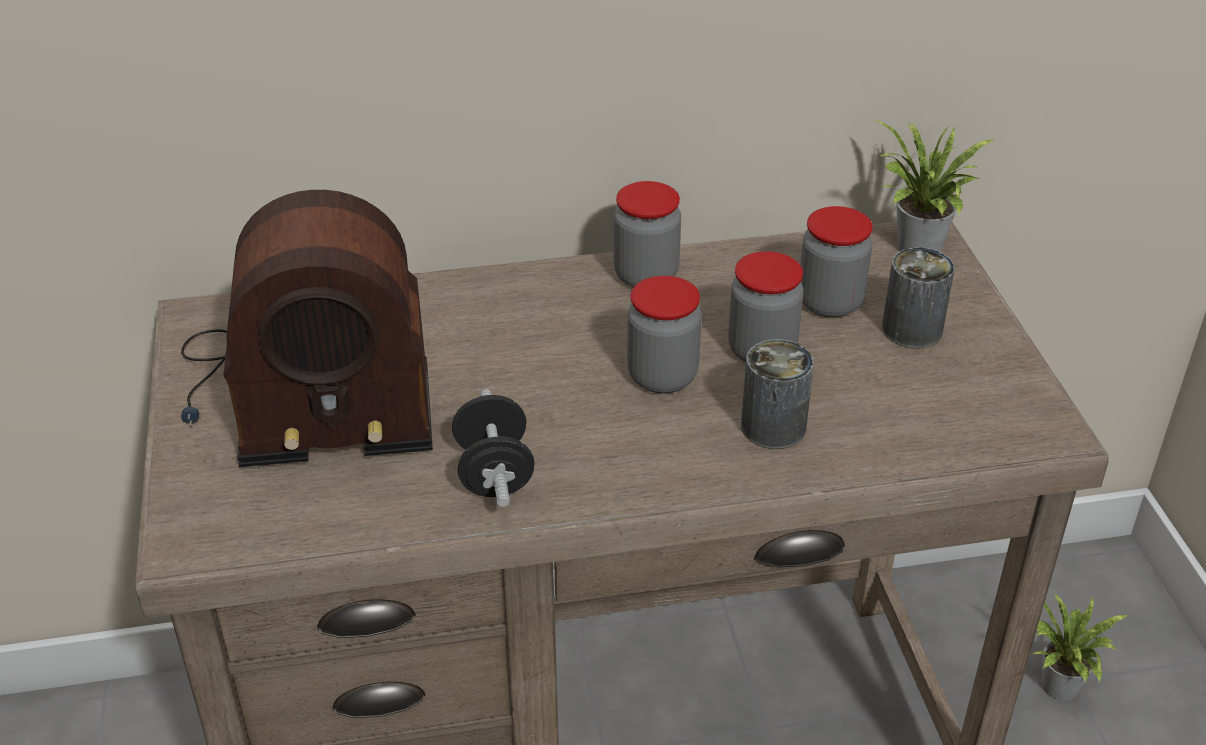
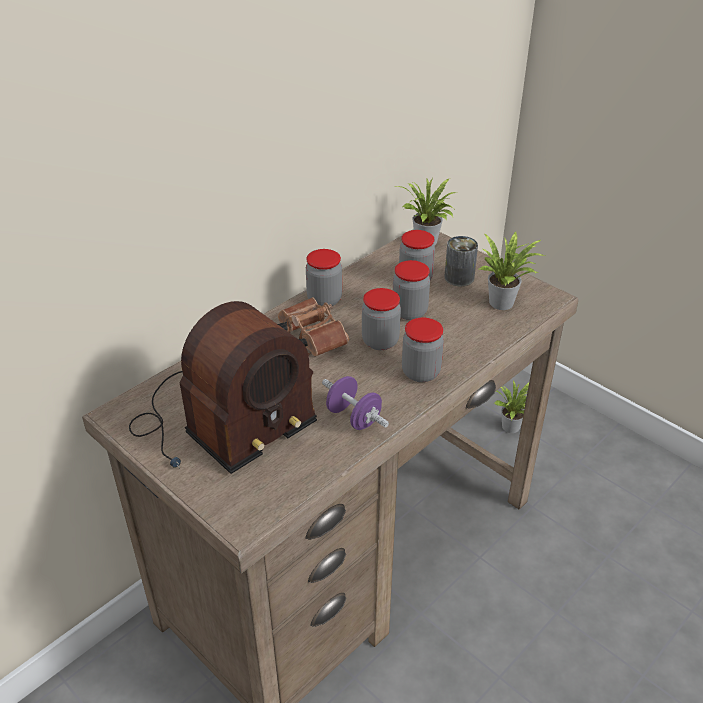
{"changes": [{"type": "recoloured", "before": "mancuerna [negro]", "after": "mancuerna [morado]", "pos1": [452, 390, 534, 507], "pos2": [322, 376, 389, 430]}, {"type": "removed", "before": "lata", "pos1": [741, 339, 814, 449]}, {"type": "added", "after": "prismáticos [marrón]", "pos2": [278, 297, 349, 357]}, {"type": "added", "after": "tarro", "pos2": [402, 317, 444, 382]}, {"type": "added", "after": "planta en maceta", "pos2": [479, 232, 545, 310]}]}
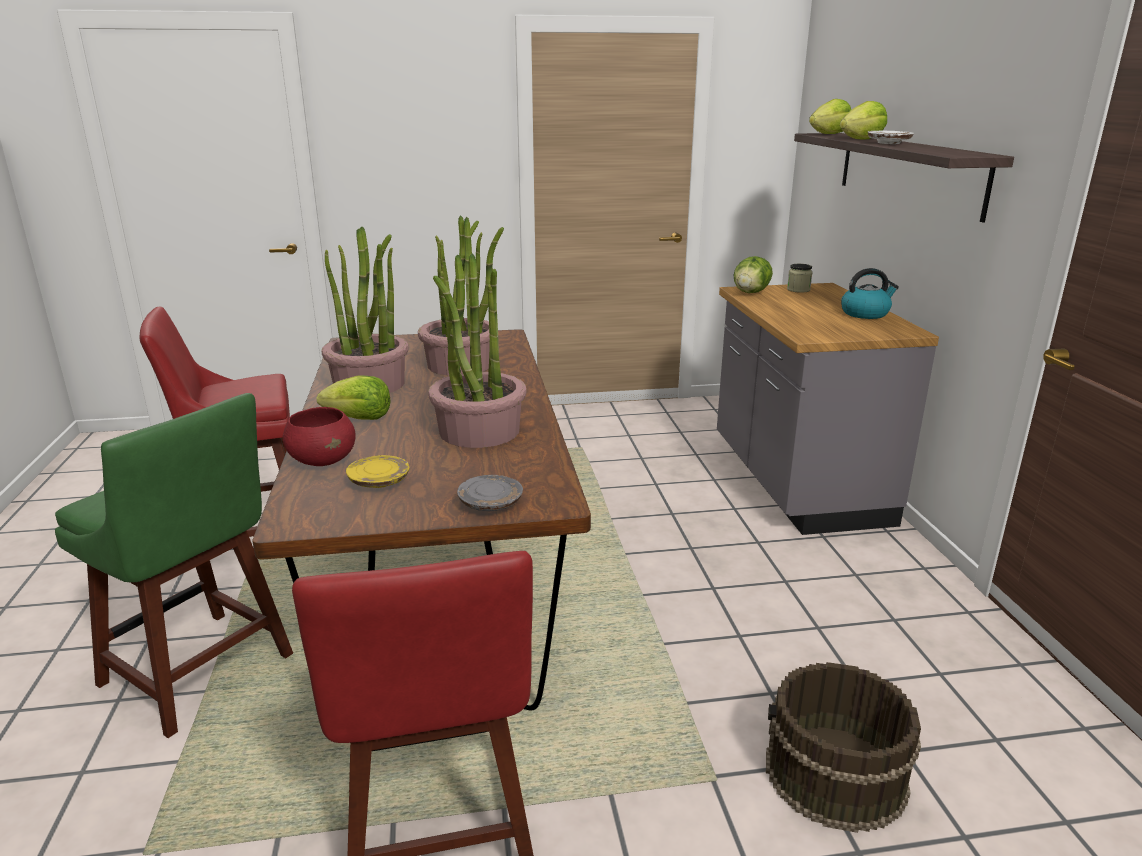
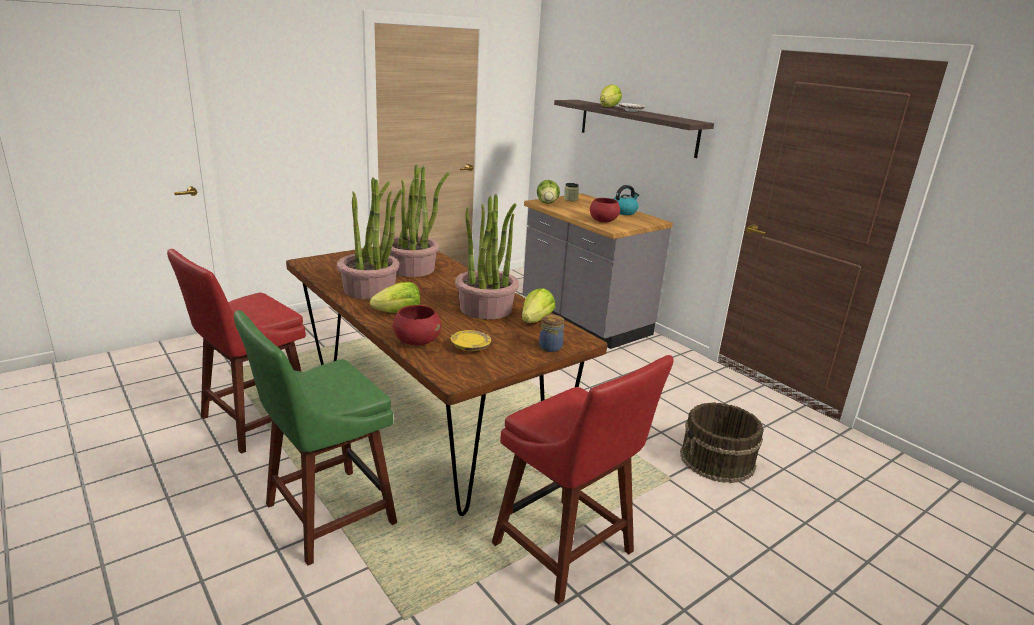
{"changes": [{"type": "turned", "before": "silla [verde]", "pos1": [55, 393, 293, 738], "pos2": [234, 310, 397, 565], "turn": 135}, {"type": "replaced", "before": "plato [gris]", "after": "tarro", "pos1": [457, 475, 523, 511], "pos2": [539, 314, 564, 352]}, {"type": "moved", "before": "lechuga", "pos1": [809, 99, 851, 134], "pos2": [522, 288, 555, 323]}, {"type": "added", "after": "cuenco [rojo]", "pos2": [590, 198, 620, 223]}]}
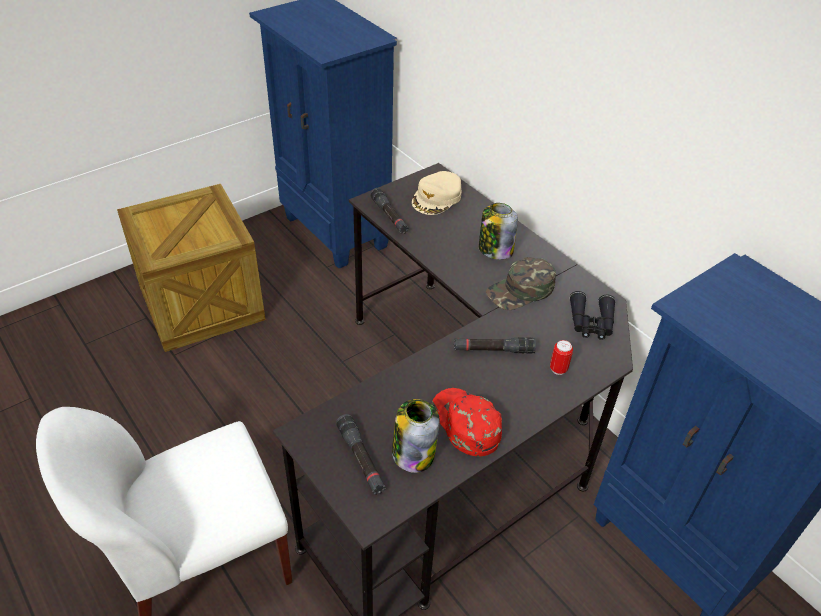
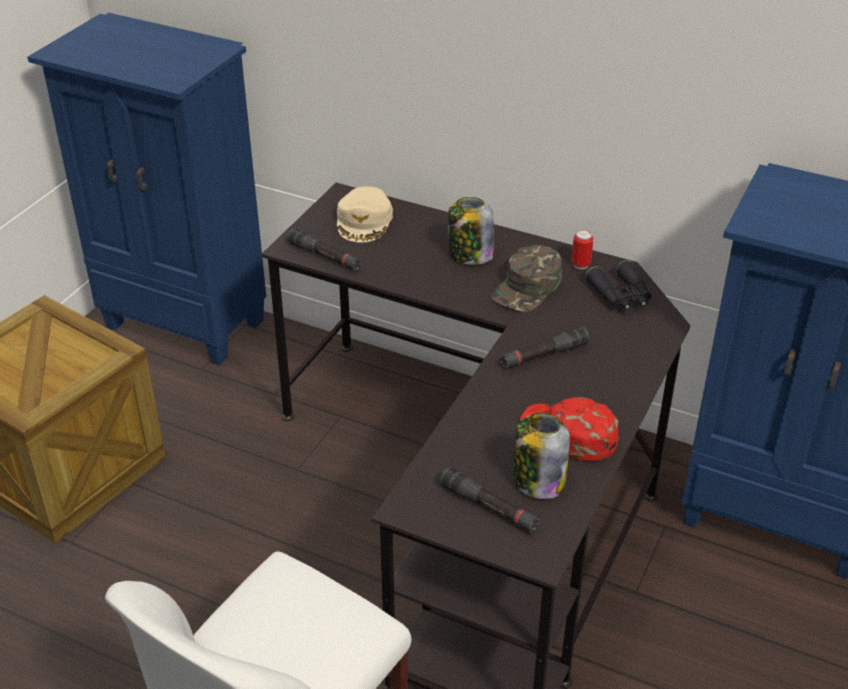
{"changes": [{"type": "moved", "before": "lata", "pos1": [550, 340, 573, 375], "pos2": [571, 230, 593, 269]}]}
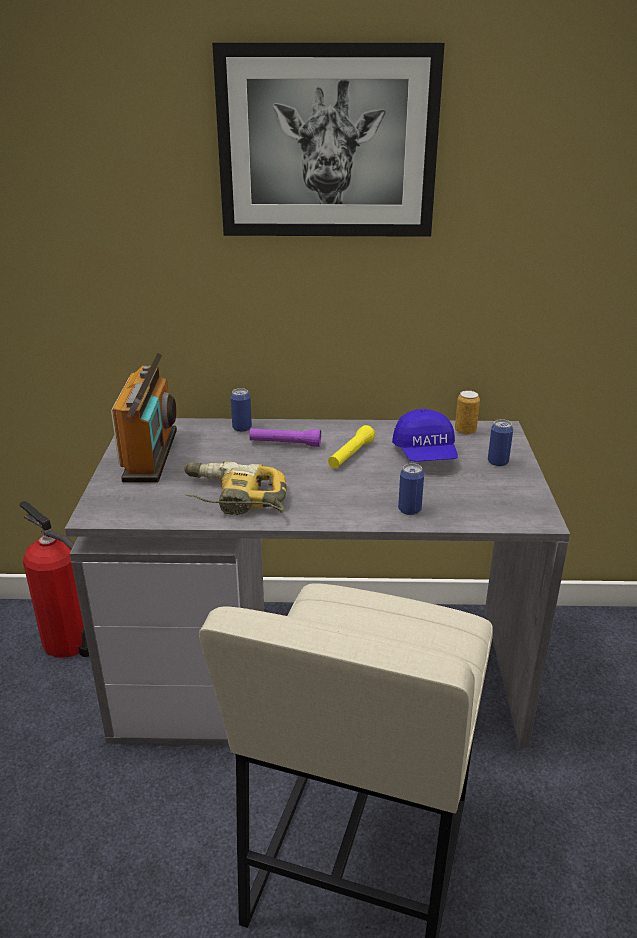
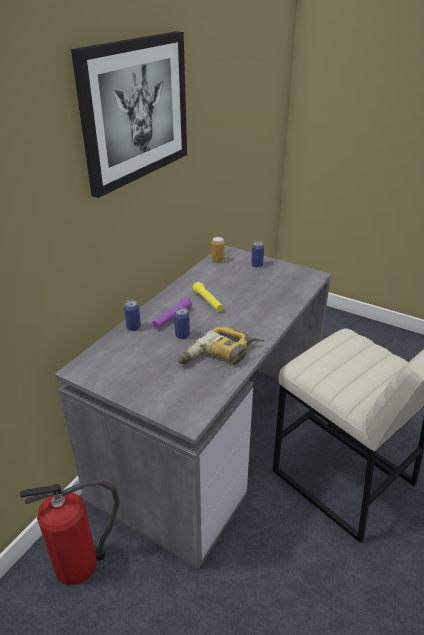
{"changes": [{"type": "removed", "before": "radio", "pos1": [111, 353, 177, 482]}, {"type": "removed", "before": "gorra [azul]", "pos1": [392, 409, 458, 462]}, {"type": "moved", "before": "lata", "pos1": [398, 463, 424, 515], "pos2": [174, 307, 190, 339]}]}
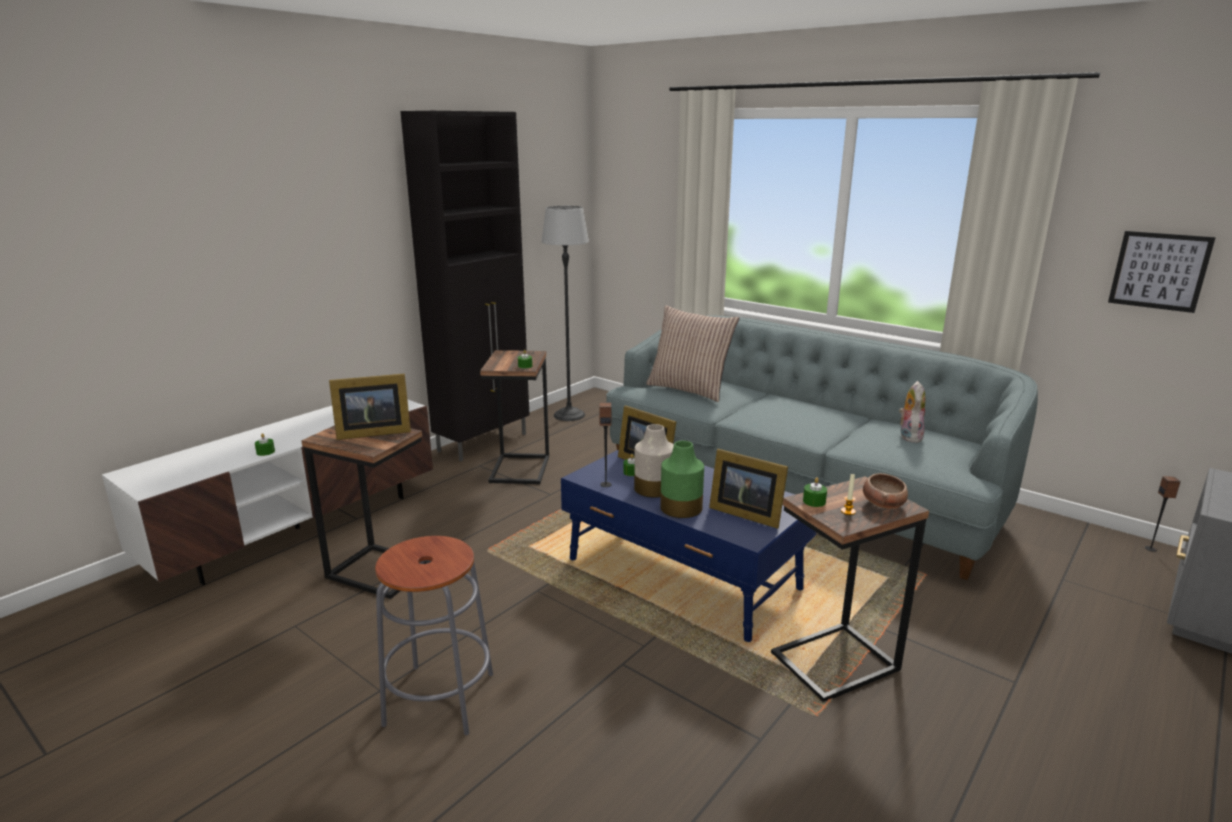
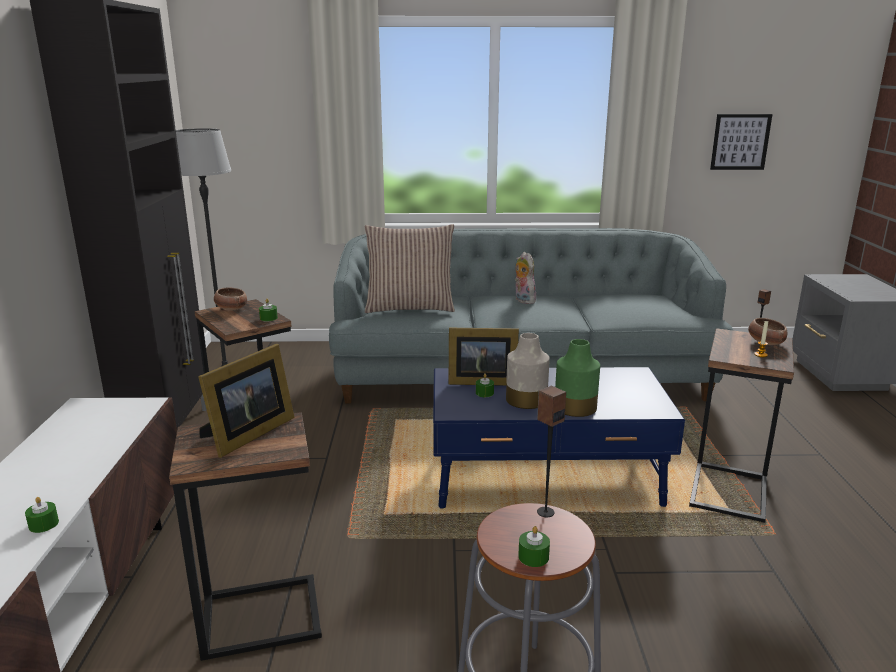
{"changes": [{"type": "moved", "before": "altavoz", "pos1": [599, 403, 612, 487], "pos2": [537, 386, 566, 517]}, {"type": "removed", "before": "portarretratos", "pos1": [709, 449, 788, 529]}, {"type": "moved", "before": "vela [verde]", "pos1": [803, 477, 827, 507], "pos2": [518, 526, 550, 567]}, {"type": "moved", "before": "peluche", "pos1": [899, 381, 925, 443], "pos2": [515, 252, 536, 304]}, {"type": "added", "after": "cuenco", "pos2": [214, 287, 247, 311]}]}
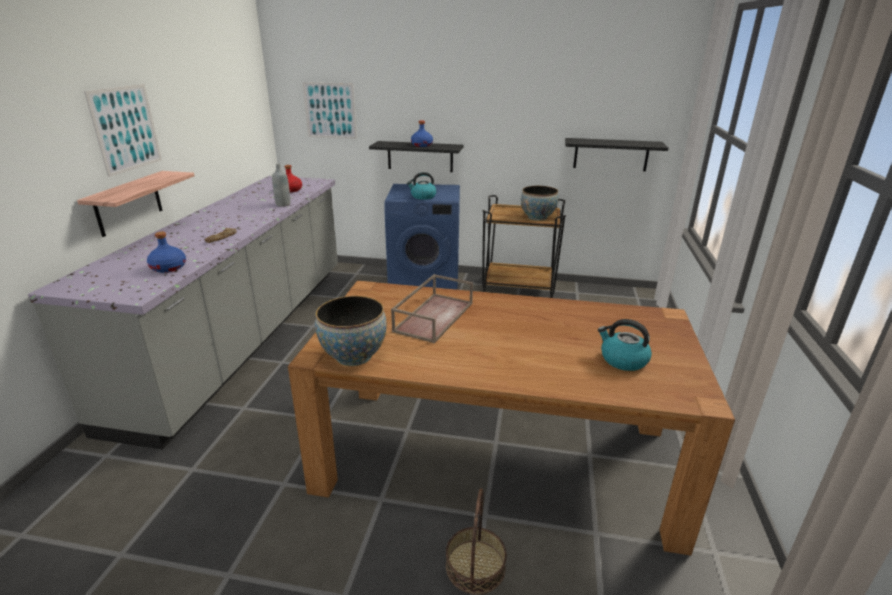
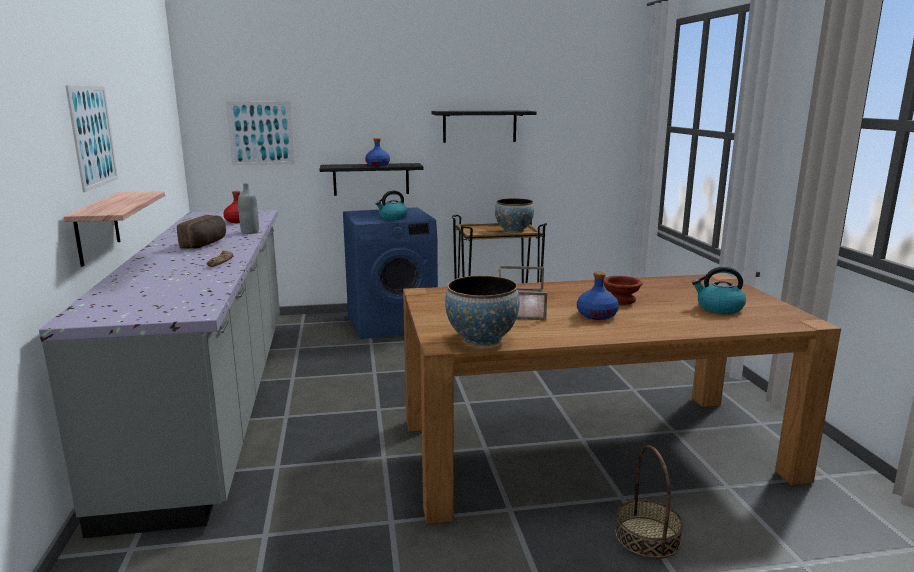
{"changes": [{"type": "moved", "before": "botella [azul]", "pos1": [147, 232, 186, 273], "pos2": [577, 272, 619, 320]}, {"type": "moved", "before": "estante [negro]", "pos1": [565, 138, 668, 171], "pos2": [431, 111, 537, 143]}, {"type": "added", "after": "pan", "pos2": [177, 215, 226, 249]}, {"type": "added", "after": "cuenco [marrón]", "pos2": [604, 276, 642, 304]}]}
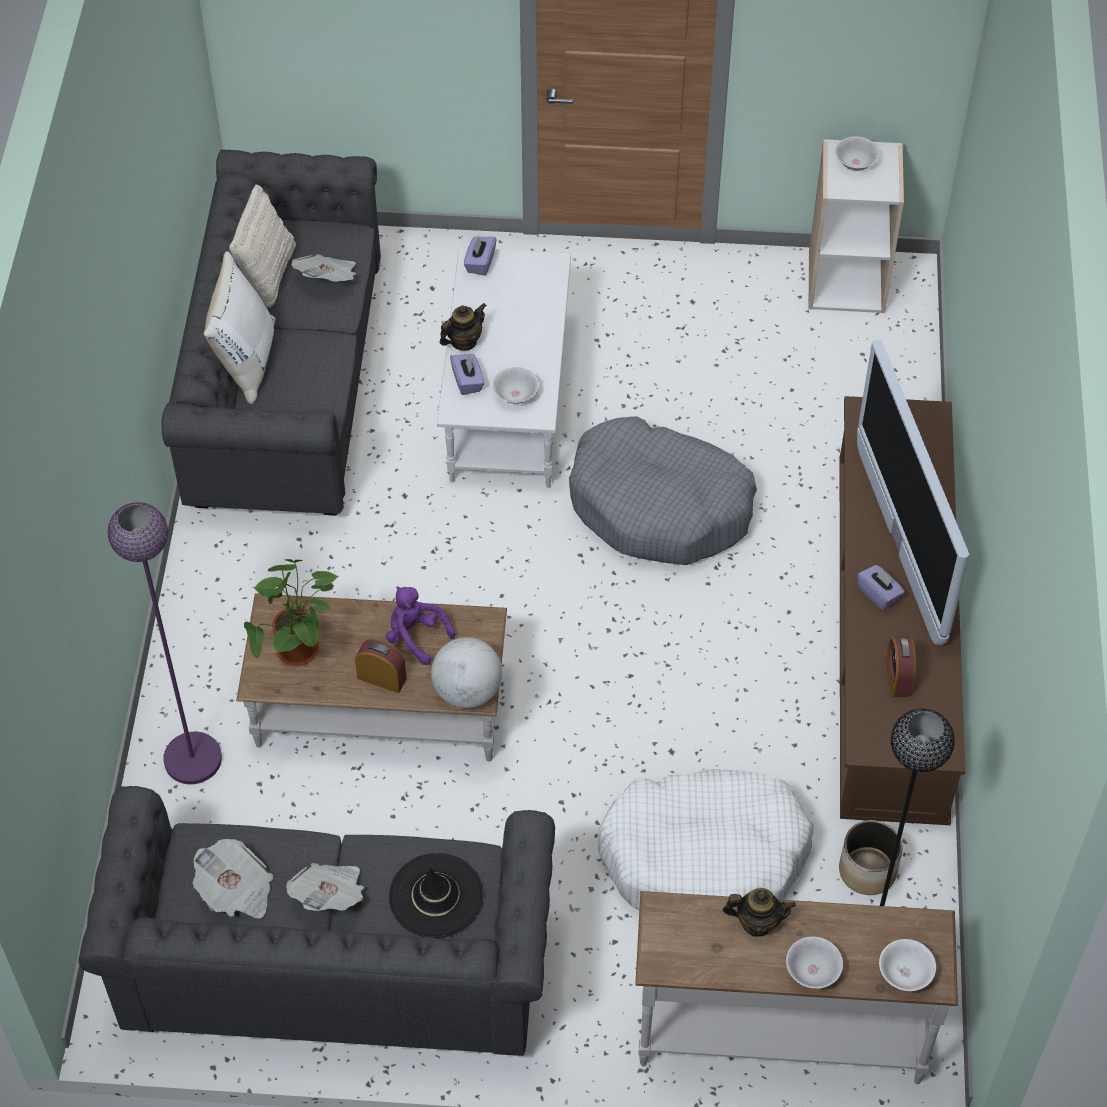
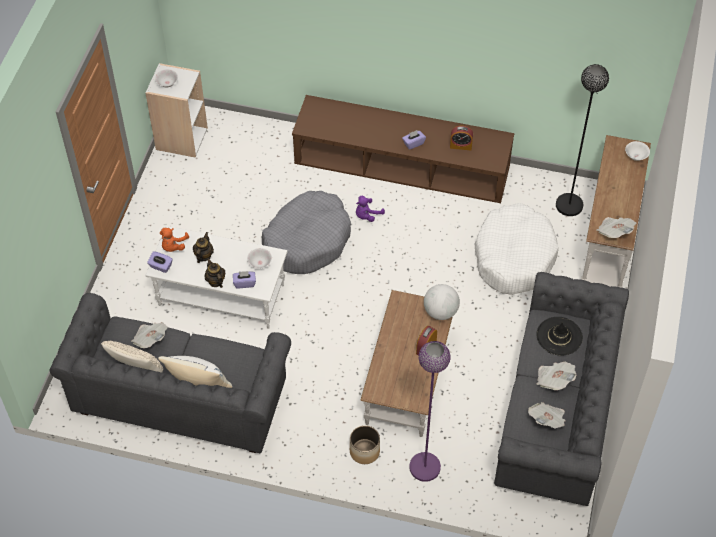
{"changes": [{"type": "removed", "before": "planta en maceta", "pos1": [244, 559, 339, 666]}, {"type": "moved", "before": "peluche [morado]", "pos1": [386, 586, 455, 665], "pos2": [356, 196, 385, 222]}, {"type": "moved", "before": "tetera", "pos1": [723, 888, 796, 937], "pos2": [193, 232, 214, 263]}, {"type": "removed", "before": "cuenco [blanco]", "pos1": [786, 937, 843, 989]}, {"type": "moved", "before": "maceta", "pos1": [839, 820, 903, 895], "pos2": [350, 425, 380, 464]}, {"type": "removed", "before": "televisor", "pos1": [857, 340, 970, 645]}, {"type": "added", "after": "peluche [naranja]", "pos2": [160, 228, 189, 252]}, {"type": "added", "after": "periódico", "pos2": [596, 217, 636, 238]}]}
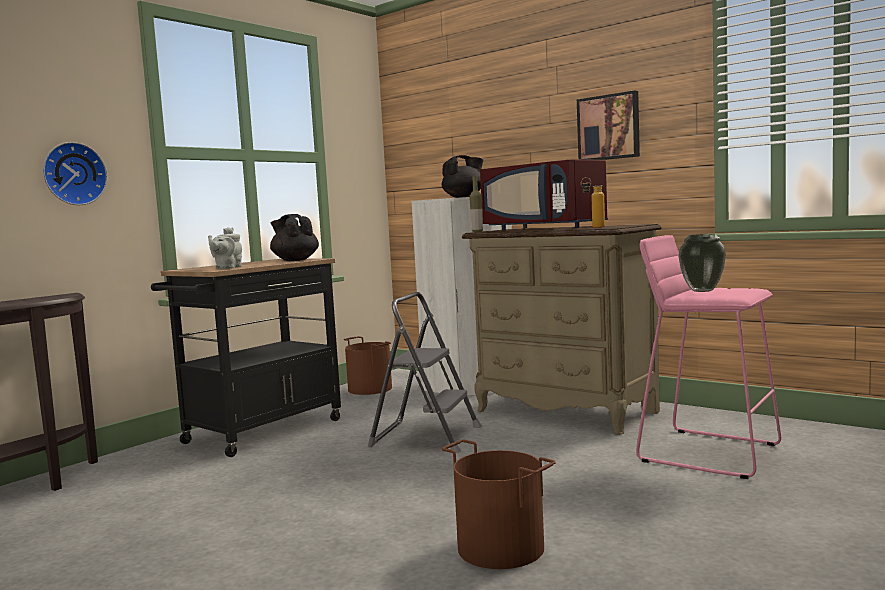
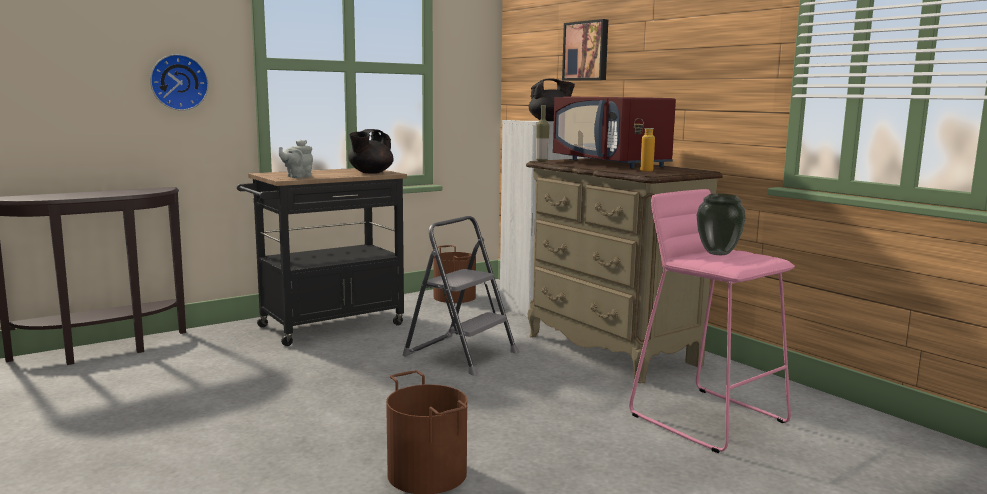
{"changes": [{"type": "turned", "before": "tetera [negro]", "pos1": [270, 214, 319, 261], "pos2": [348, 129, 394, 173], "turn": -120}, {"type": "moved", "before": "cuadro", "pos1": [577, 90, 640, 160], "pos2": [562, 19, 608, 81]}]}
